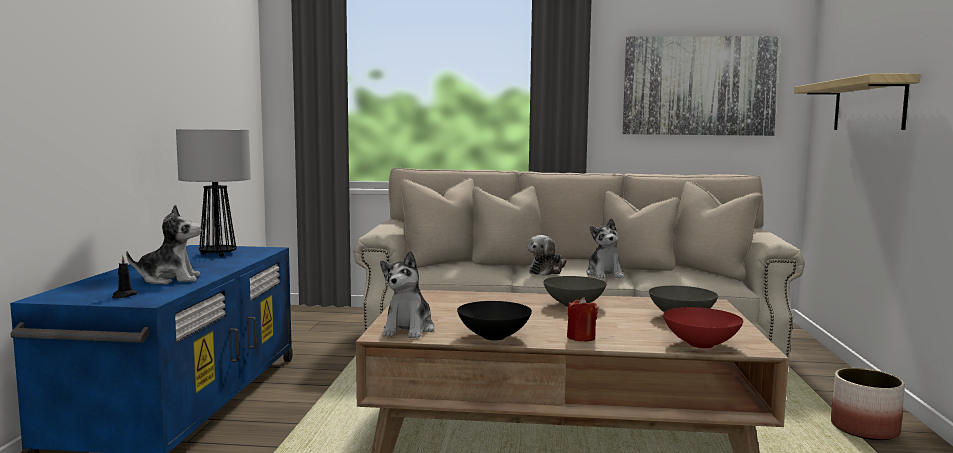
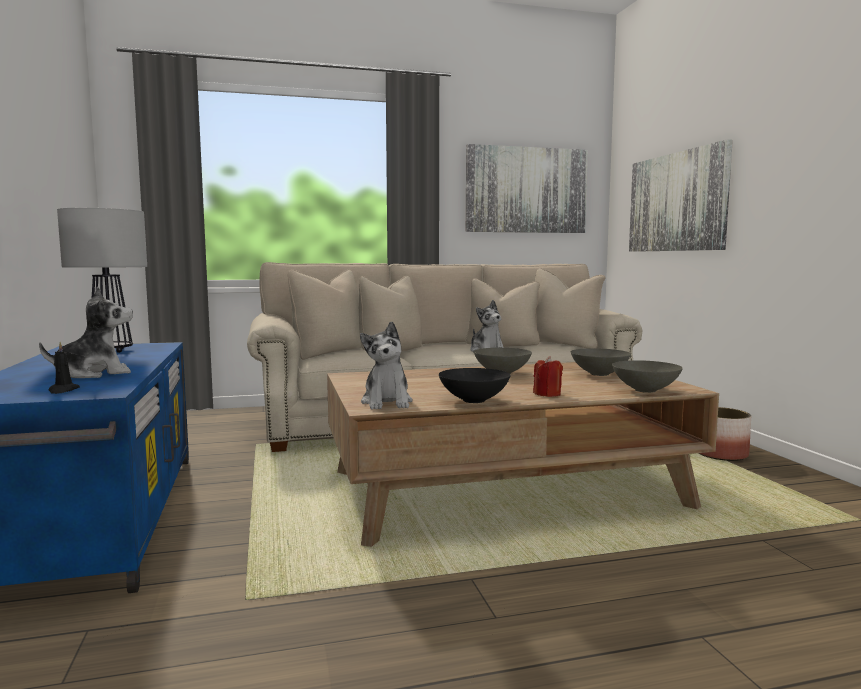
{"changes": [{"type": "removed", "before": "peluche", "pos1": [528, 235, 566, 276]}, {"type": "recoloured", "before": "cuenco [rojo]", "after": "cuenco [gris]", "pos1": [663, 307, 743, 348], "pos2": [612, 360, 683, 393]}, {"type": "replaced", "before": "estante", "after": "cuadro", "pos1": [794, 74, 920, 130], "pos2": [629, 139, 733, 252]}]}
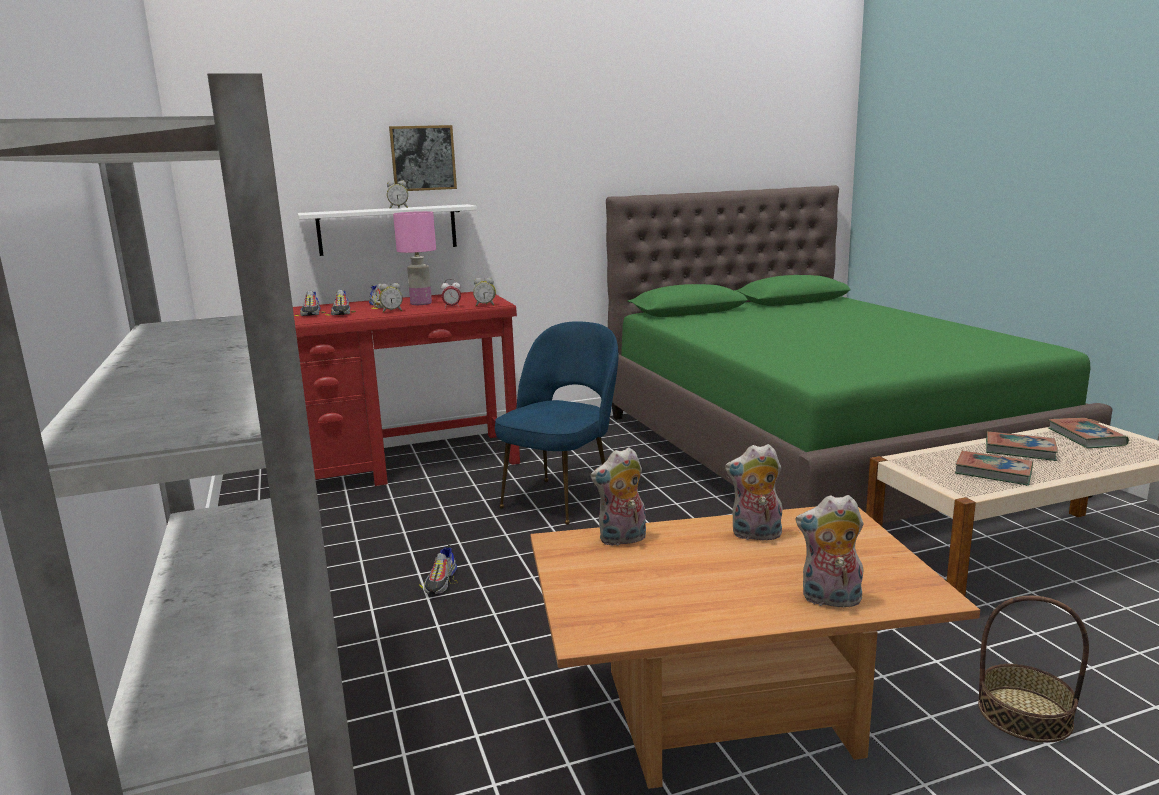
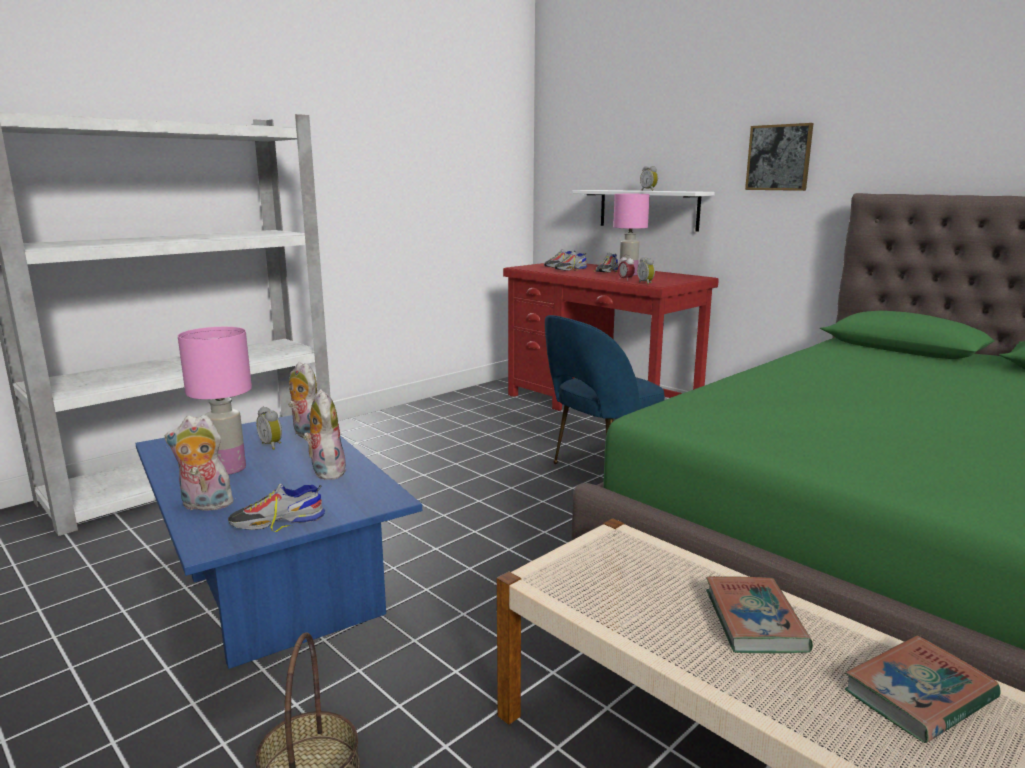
{"changes": [{"type": "moved", "before": "despertador", "pos1": [379, 283, 403, 313], "pos2": [256, 407, 282, 450]}, {"type": "moved", "before": "cuadro", "pos1": [389, 125, 457, 191], "pos2": [745, 123, 814, 191]}, {"type": "moved", "before": "zapato", "pos1": [419, 545, 458, 594], "pos2": [228, 483, 325, 532]}, {"type": "turned", "before": "silla [azul]", "pos1": [495, 321, 618, 525], "pos2": [545, 315, 665, 464], "turn": 135}, {"type": "recoloured", "before": "mesa de centro [marrón]", "after": "mesa de centro [azul]", "pos1": [531, 507, 980, 789], "pos2": [135, 415, 422, 669]}, {"type": "turned", "before": "peluche", "pos1": [796, 495, 863, 607], "pos2": [165, 415, 234, 513], "turn": -75}, {"type": "removed", "before": "libro", "pos1": [955, 451, 1033, 486]}, {"type": "added", "after": "lámpara de mesa [rosa]", "pos2": [178, 327, 252, 475]}]}
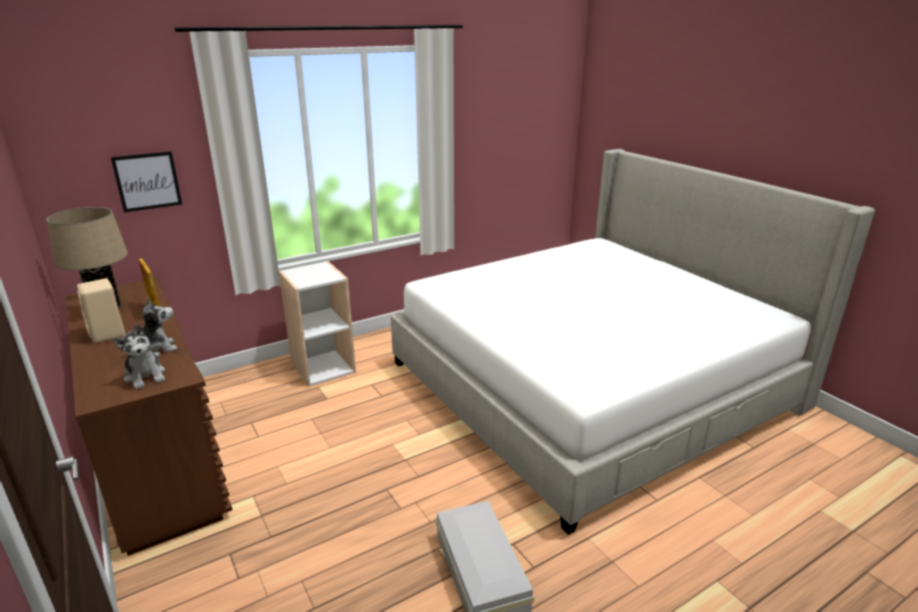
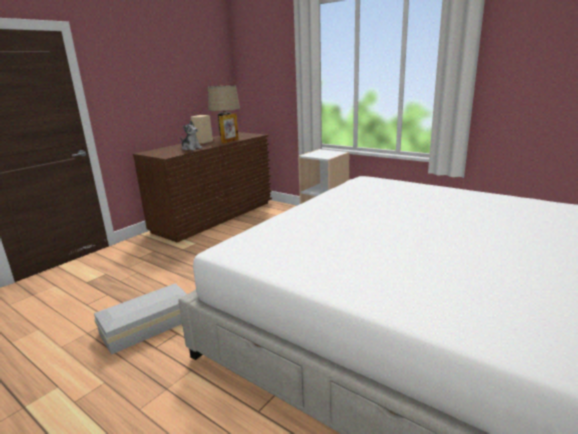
{"changes": [{"type": "removed", "before": "cuadro", "pos1": [111, 151, 182, 212]}, {"type": "removed", "before": "peluche", "pos1": [113, 324, 165, 390]}]}
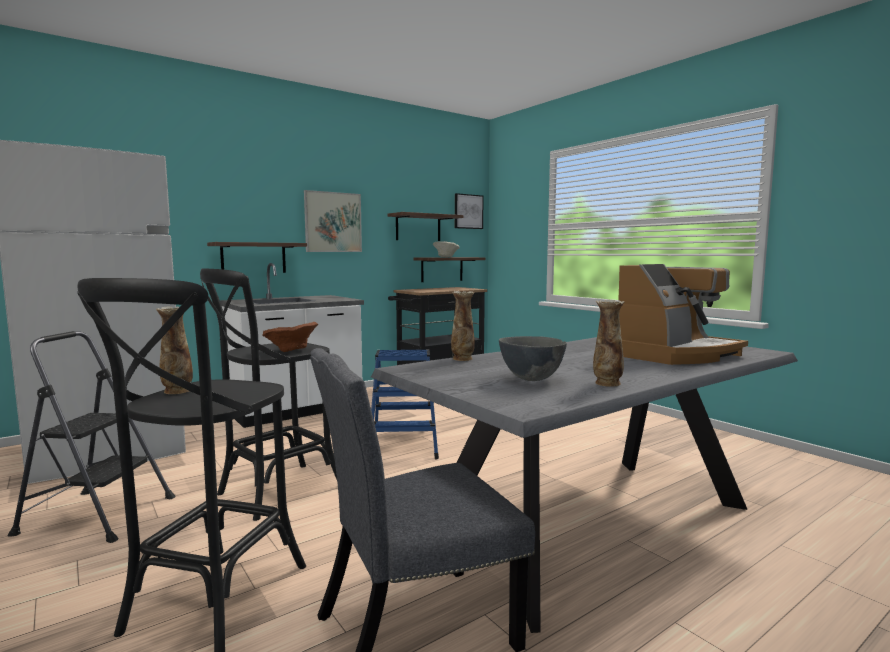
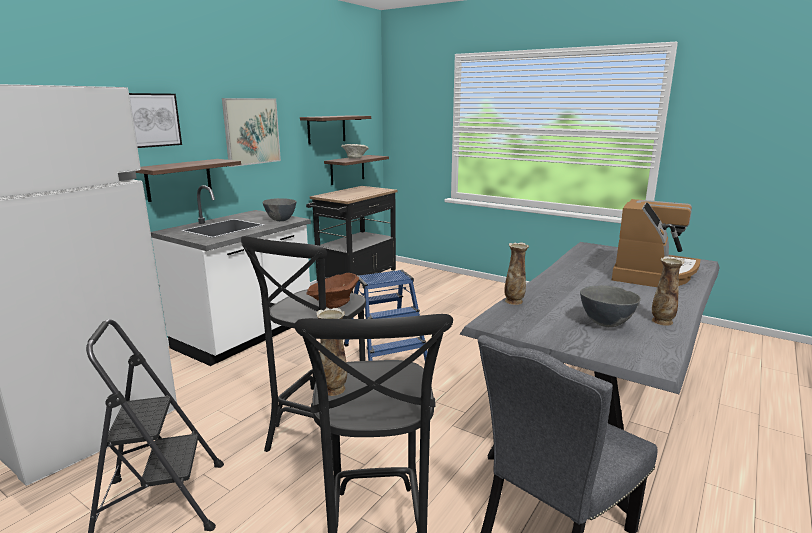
{"changes": [{"type": "moved", "before": "cuadro", "pos1": [455, 193, 484, 229], "pos2": [129, 93, 182, 148]}, {"type": "added", "after": "cuenco [gris]", "pos2": [263, 198, 297, 221]}]}
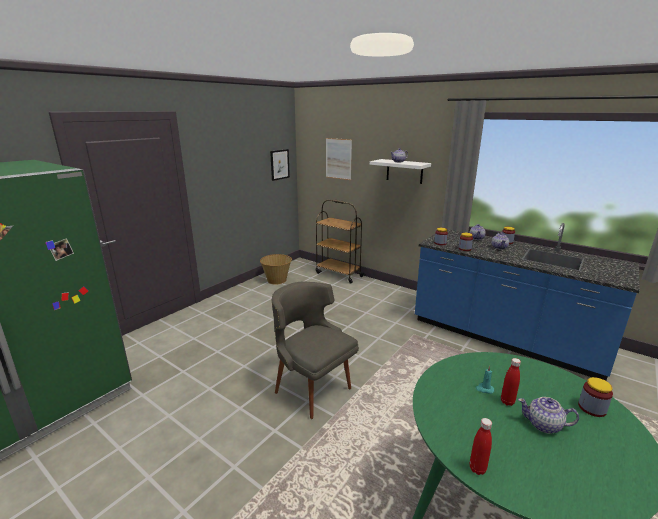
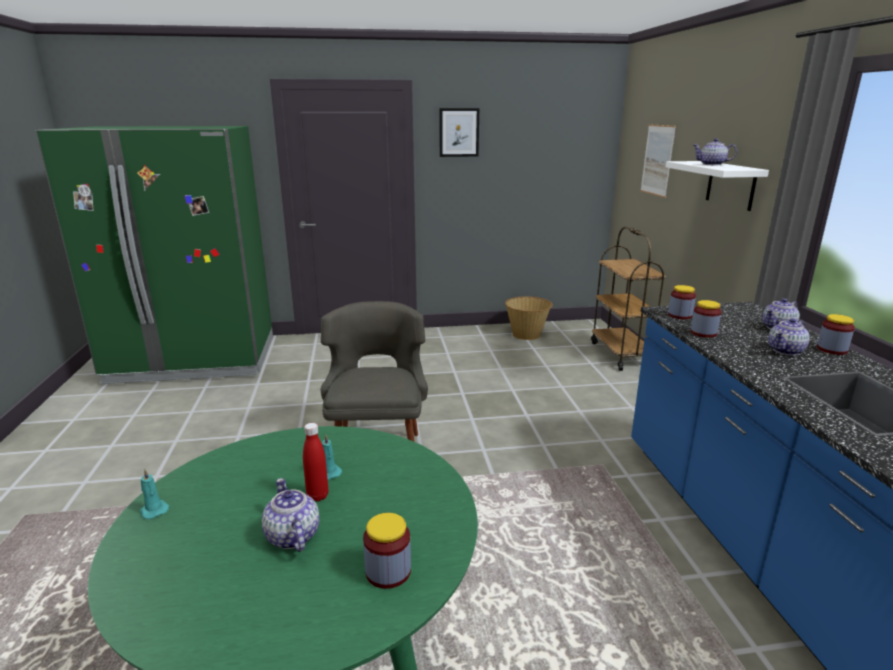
{"changes": [{"type": "moved", "before": "cuadro", "pos1": [270, 149, 290, 181], "pos2": [439, 108, 479, 157]}, {"type": "replaced", "before": "botella [rojo]", "after": "vela [turquesa]", "pos1": [470, 418, 492, 475], "pos2": [140, 469, 169, 519]}]}
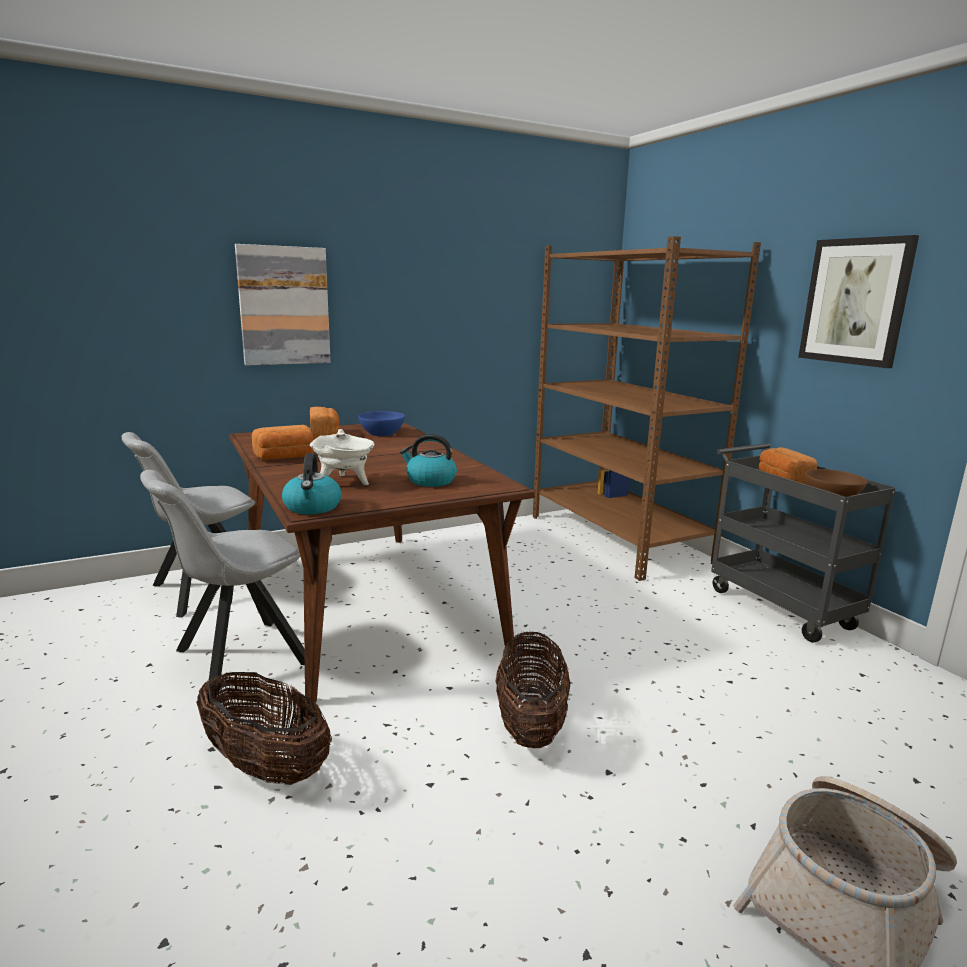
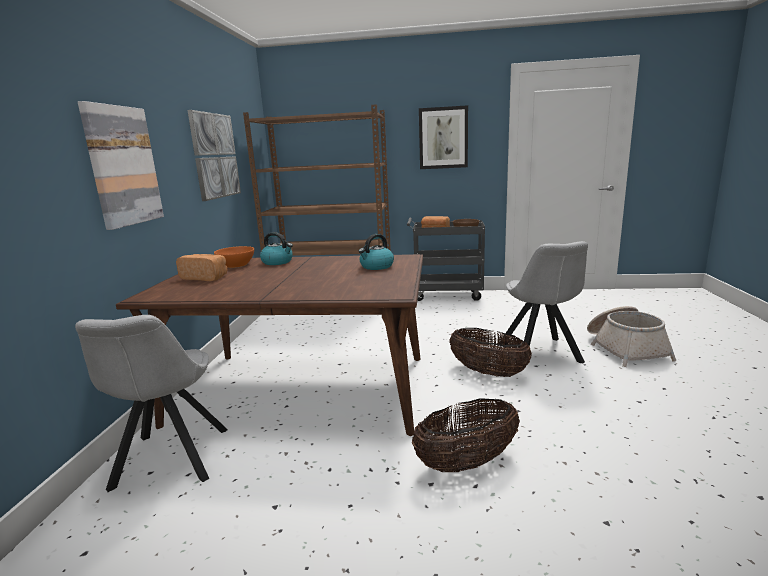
{"changes": [{"type": "moved", "before": "silla [gris]", "pos1": [140, 470, 305, 699], "pos2": [499, 241, 588, 363]}, {"type": "removed", "before": "pan", "pos1": [252, 425, 314, 460]}, {"type": "moved", "before": "hervidor", "pos1": [282, 453, 341, 514], "pos2": [260, 232, 293, 265]}, {"type": "removed", "before": "olla [blanco]", "pos1": [310, 429, 374, 485]}, {"type": "recoloured", "before": "cuenco [azul]", "after": "cuenco [naranja]", "pos1": [358, 411, 405, 436], "pos2": [214, 246, 254, 268]}, {"type": "added", "after": "cuadro", "pos2": [187, 110, 241, 201]}]}
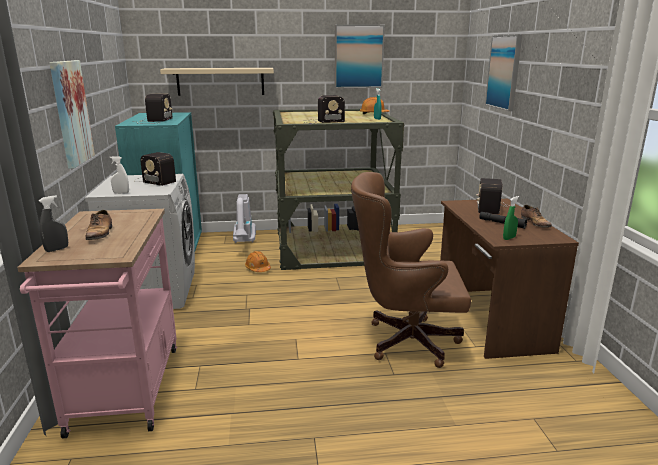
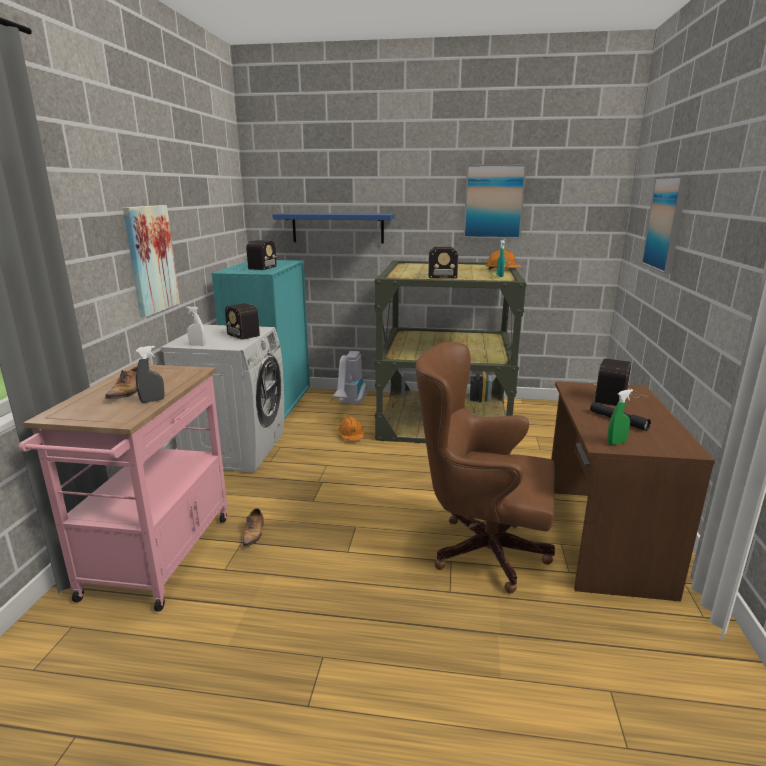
{"changes": [{"type": "moved", "before": "pulverizador [gris]", "pos1": [39, 195, 68, 252], "pos2": [136, 346, 165, 403]}, {"type": "recoloured", "before": "estante [beis]", "after": "estante [azul]", "pos1": [160, 68, 274, 96], "pos2": [272, 213, 395, 244]}, {"type": "moved", "before": "zapato", "pos1": [521, 205, 552, 228], "pos2": [243, 508, 264, 546]}]}
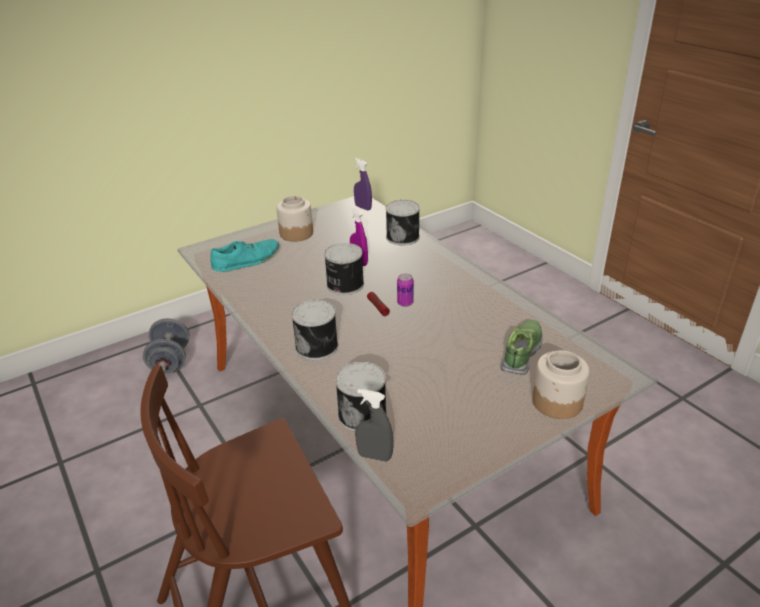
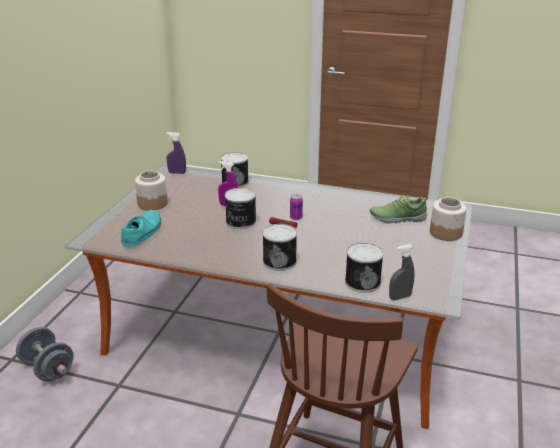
{"changes": [{"type": "turned", "before": "zapato", "pos1": [501, 320, 543, 375], "pos2": [370, 196, 428, 223], "turn": -75}]}
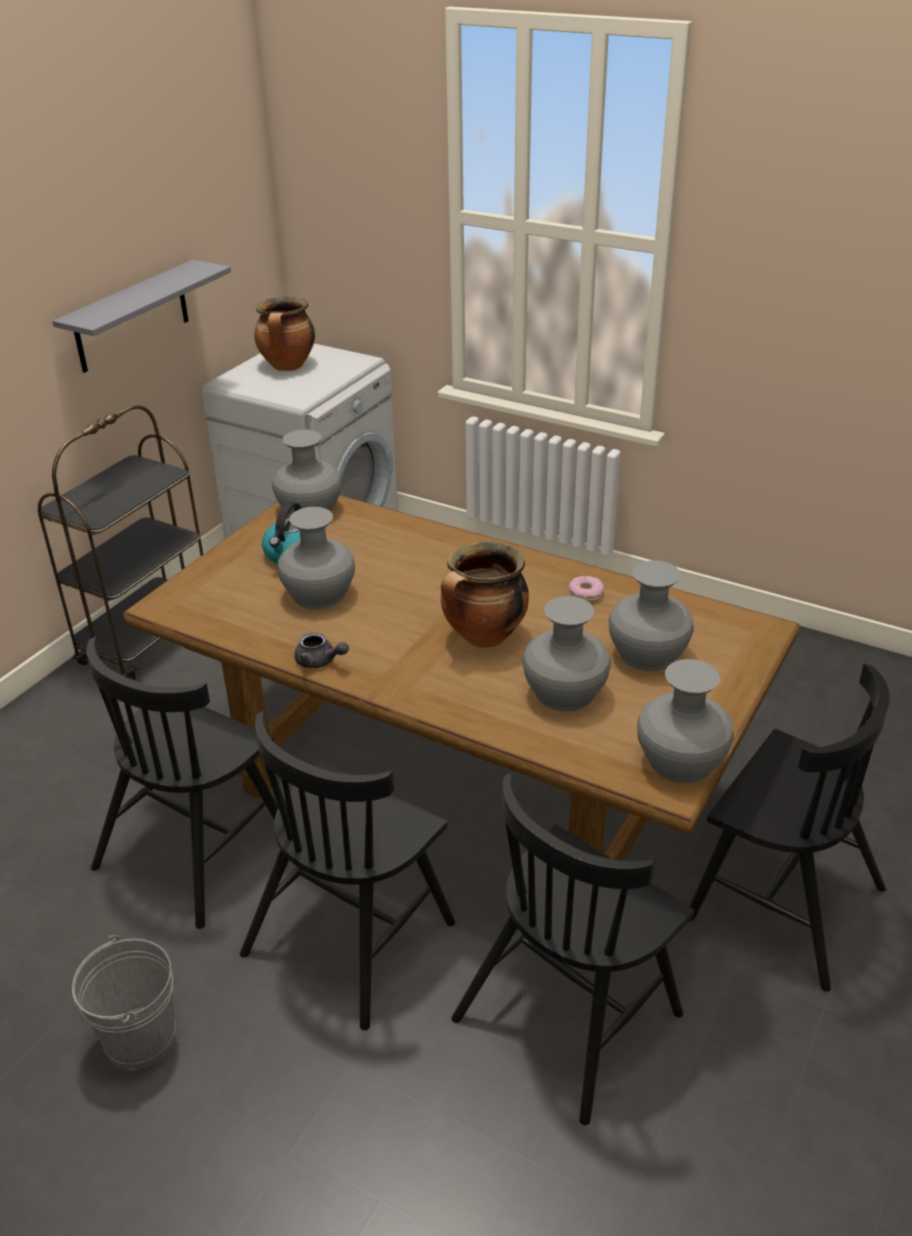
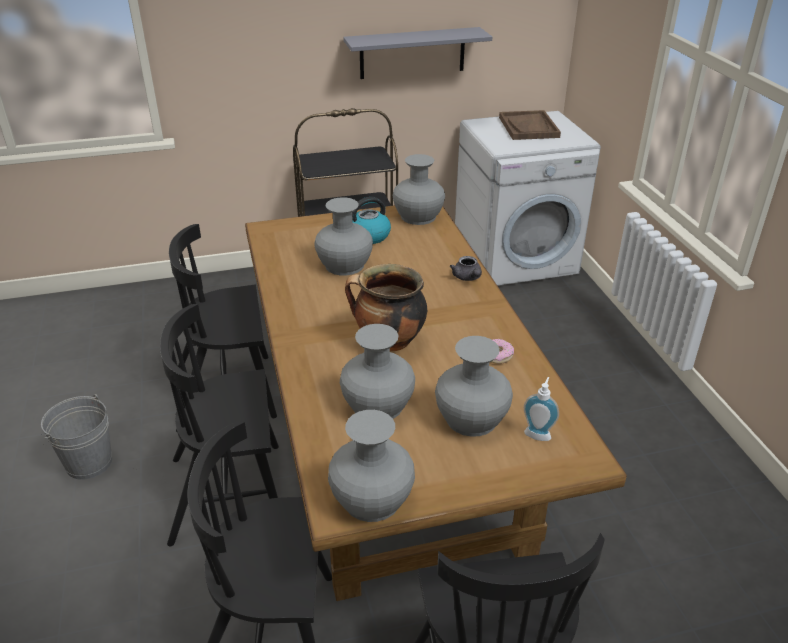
{"changes": [{"type": "replaced", "before": "olla", "after": "bandeja [marrón]", "pos1": [254, 296, 315, 371], "pos2": [499, 110, 561, 140]}, {"type": "moved", "before": "tetera [gris]", "pos1": [294, 632, 349, 668], "pos2": [450, 256, 482, 281]}, {"type": "added", "after": "dispensador de jabón", "pos2": [524, 377, 559, 441]}]}
